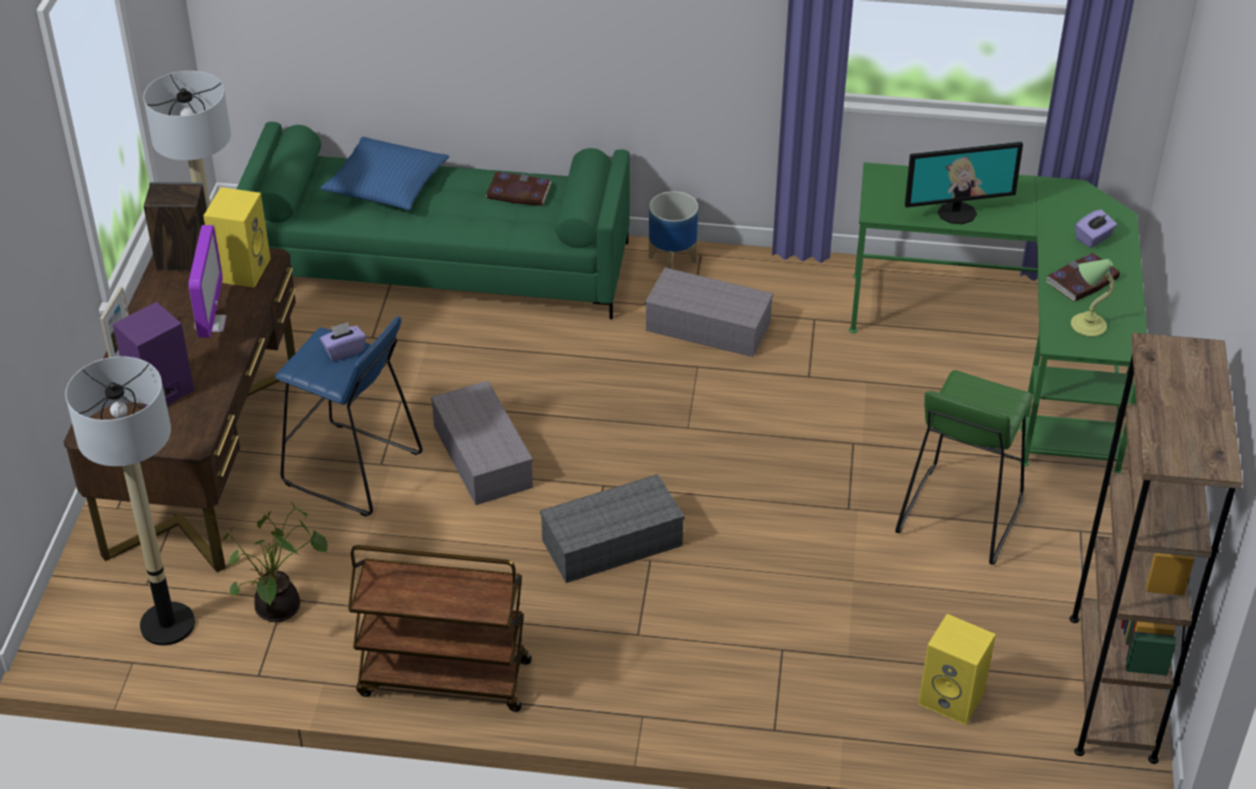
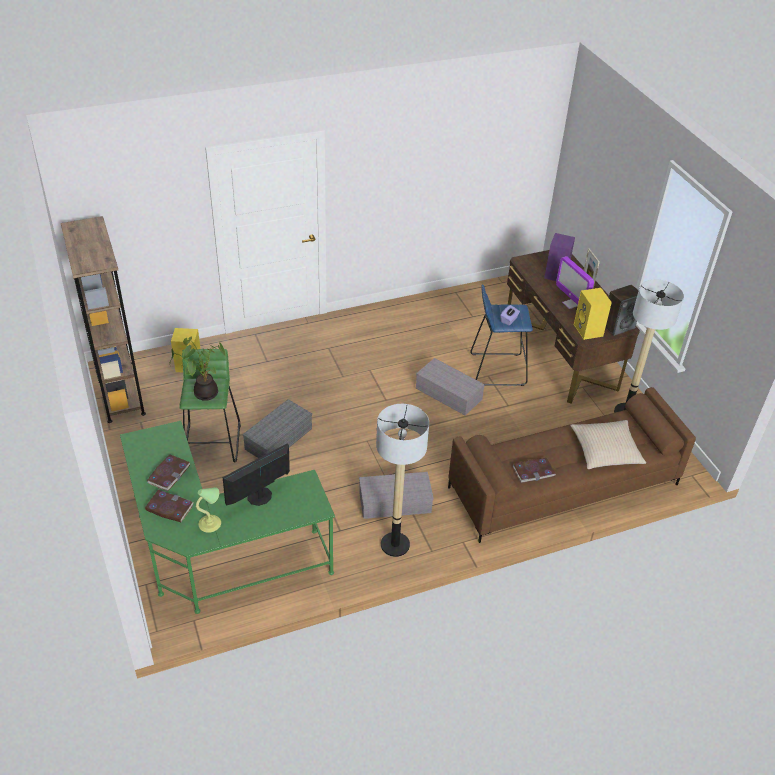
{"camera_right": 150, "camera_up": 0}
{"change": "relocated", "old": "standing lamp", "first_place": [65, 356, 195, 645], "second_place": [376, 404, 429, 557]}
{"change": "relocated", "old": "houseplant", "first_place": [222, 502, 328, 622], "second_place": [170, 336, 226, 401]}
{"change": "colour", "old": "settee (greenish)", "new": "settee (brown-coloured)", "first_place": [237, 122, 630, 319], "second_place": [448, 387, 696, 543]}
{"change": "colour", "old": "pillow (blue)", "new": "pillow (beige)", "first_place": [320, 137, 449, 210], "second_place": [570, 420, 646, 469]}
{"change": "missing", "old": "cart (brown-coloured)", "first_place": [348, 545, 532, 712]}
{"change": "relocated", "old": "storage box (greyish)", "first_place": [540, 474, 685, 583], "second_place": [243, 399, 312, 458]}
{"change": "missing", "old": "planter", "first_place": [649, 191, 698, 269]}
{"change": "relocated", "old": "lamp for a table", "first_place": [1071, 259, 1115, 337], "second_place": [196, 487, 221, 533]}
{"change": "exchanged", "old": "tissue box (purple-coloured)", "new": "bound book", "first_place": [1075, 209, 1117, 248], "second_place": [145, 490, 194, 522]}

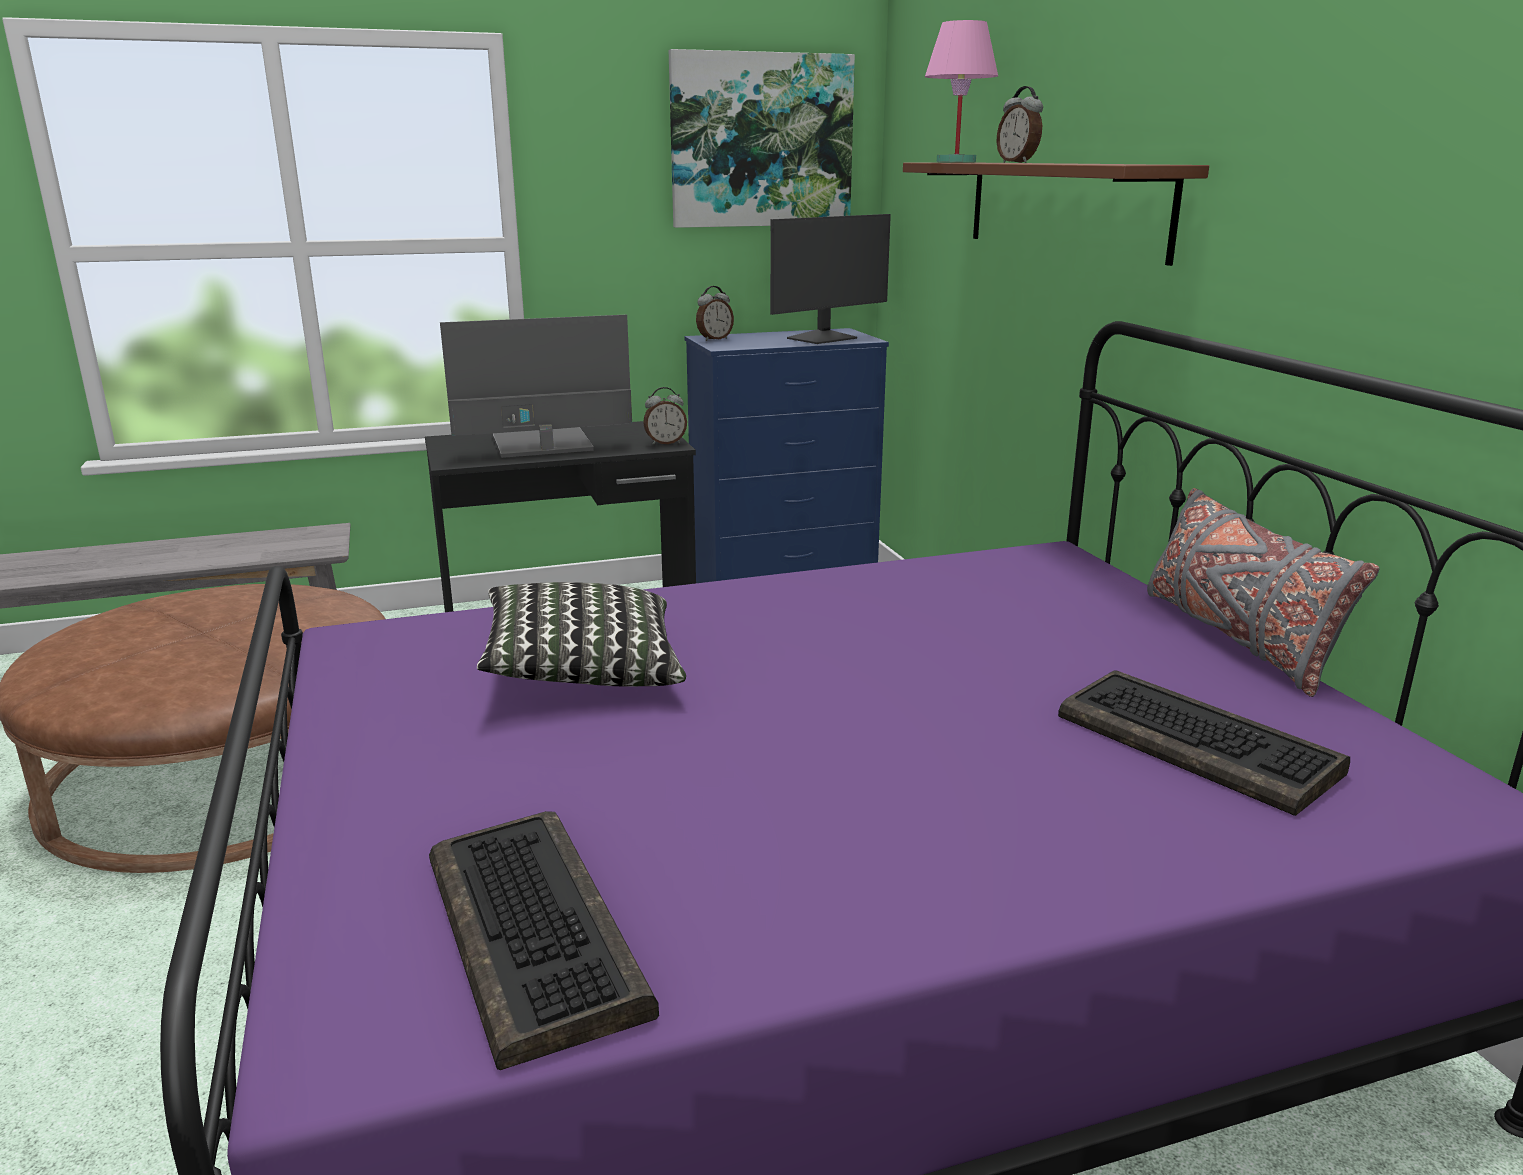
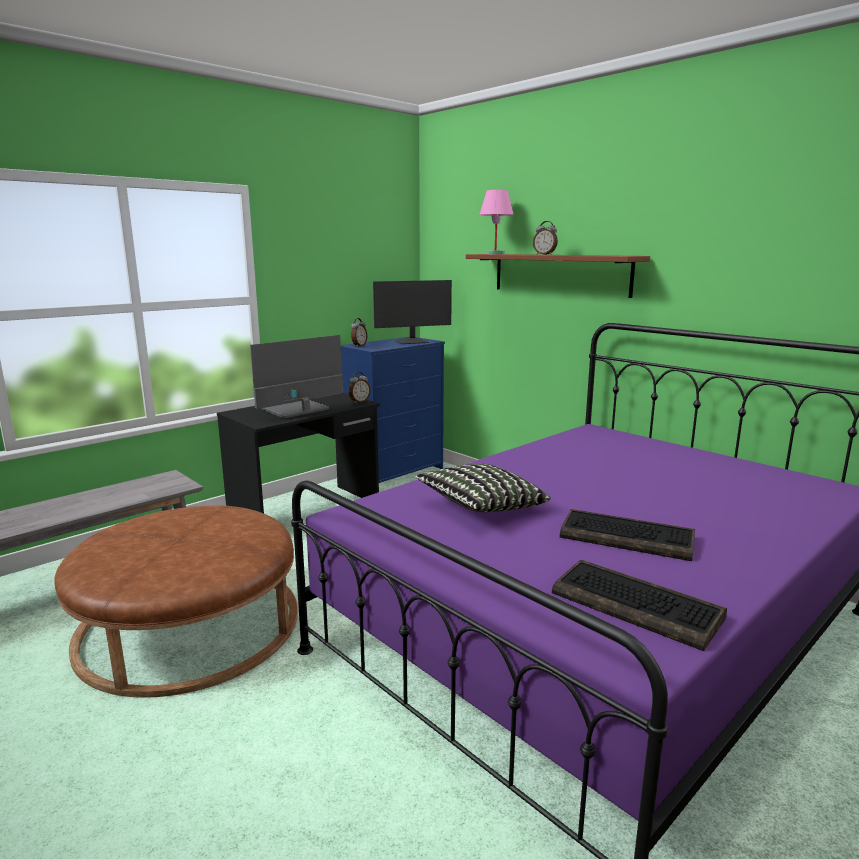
{"camera_right": -25, "camera_up": -5}
{"change": "missing", "old": "wall art", "first_place": [669, 49, 855, 228]}
{"change": "spun", "old": "computer screen", "first_place": [770, 214, 891, 344], "second_place": [373, 280, 452, 344], "degrees": 45}
{"change": "relocated", "old": "computer keyboard", "first_place": [1058, 671, 1350, 816], "second_place": [560, 509, 695, 561]}
{"change": "missing", "old": "pillow (greyish)", "first_place": [1147, 488, 1380, 697]}

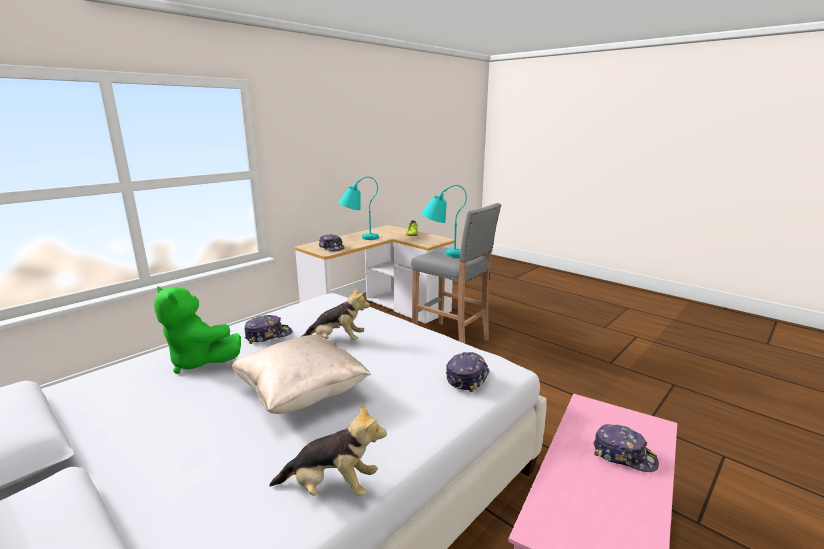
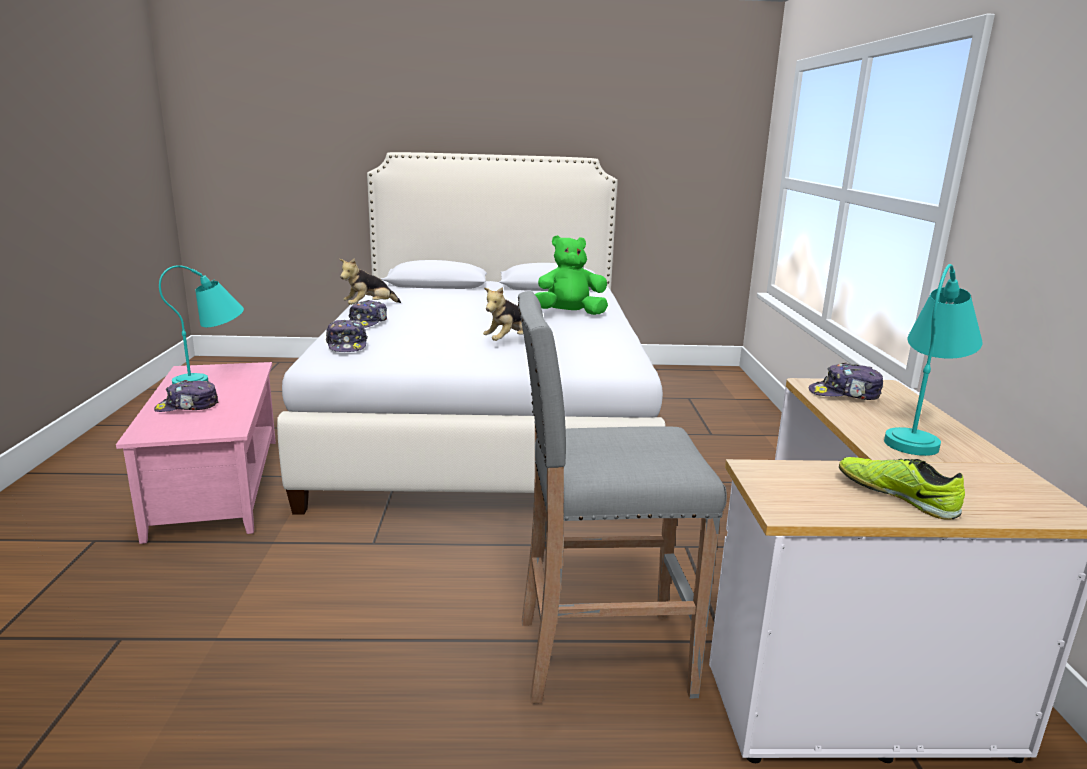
{"camera_right": 135, "camera_up": 0}
{"change": "missing", "old": "pillow (beige)", "first_place": [232, 334, 371, 414]}
{"change": "relocated", "old": "baseball cap", "first_place": [244, 315, 293, 344], "second_place": [349, 300, 387, 328]}
{"change": "relocated", "old": "lamp for a table (turquoise-coloured)", "first_place": [421, 185, 467, 257], "second_place": [159, 265, 244, 384]}

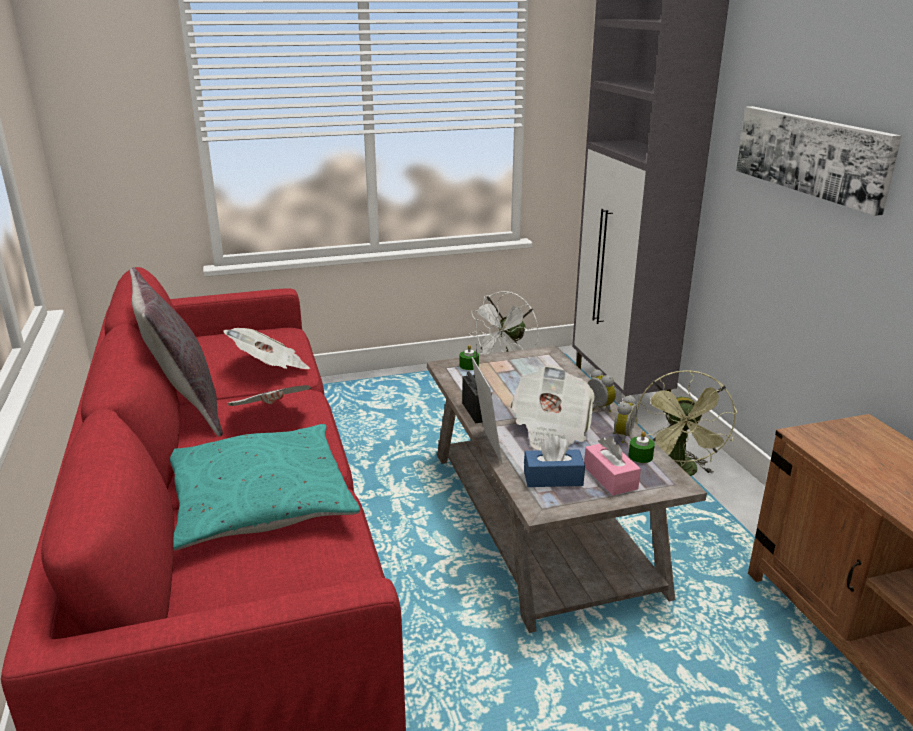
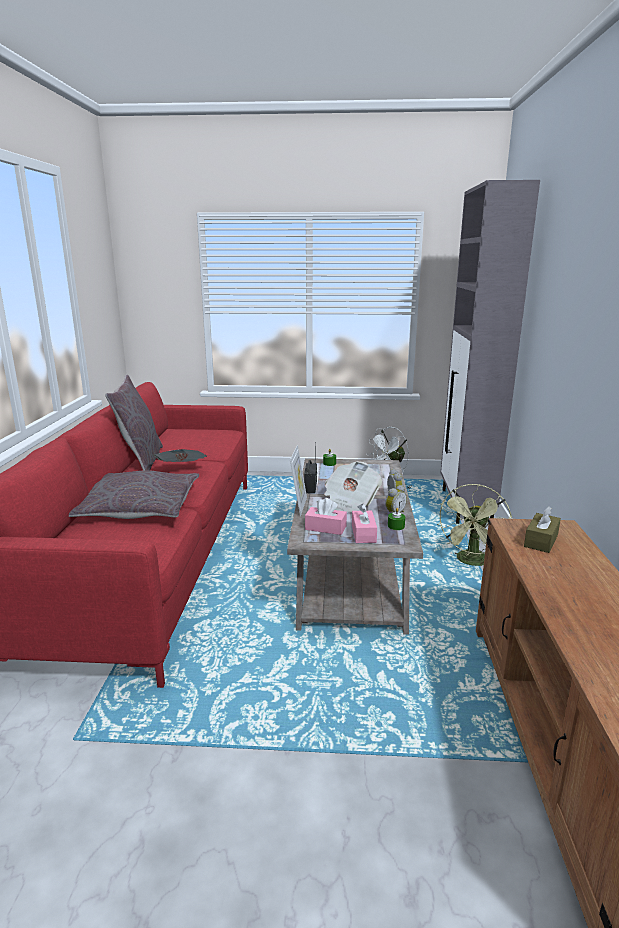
{"camera_right": 20, "camera_up": -5}
{"change": "colour", "old": "pillow (turquoise-coloured)", "new": "pillow (greyish)", "first_place": [170, 424, 360, 551], "second_place": [69, 470, 199, 519]}
{"change": "missing", "old": "printed paper", "first_place": [223, 328, 310, 369]}
{"change": "colour", "old": "tissue box (blue)", "new": "tissue box (pinkish)", "first_place": [524, 436, 585, 487], "second_place": [305, 498, 347, 535]}
{"change": "missing", "old": "wall art", "first_place": [736, 106, 902, 216]}
{"change": "appeared", "new": "tissue box (brown-coloured)", "second_place": [524, 506, 561, 553]}

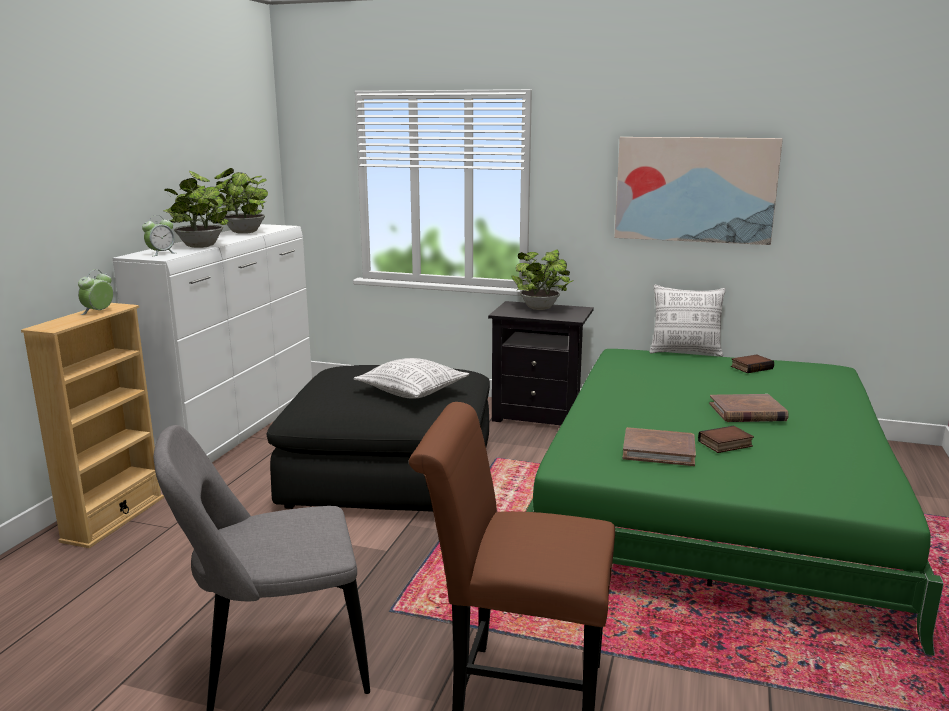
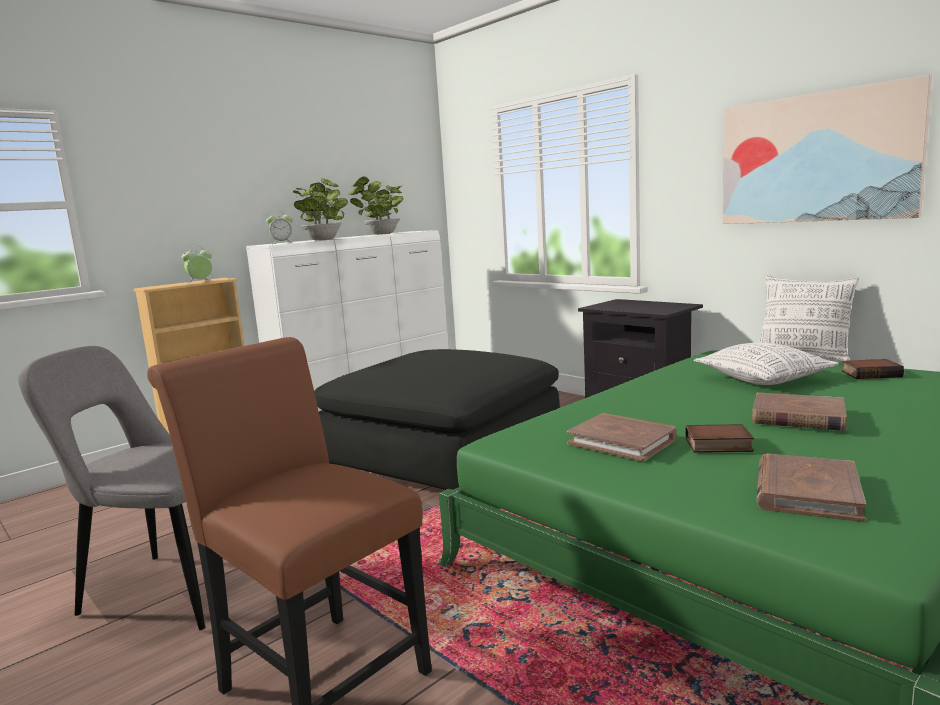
{"camera_right": 30, "camera_up": -5}
{"change": "relocated", "old": "pillow", "first_place": [354, 358, 469, 399], "second_place": [694, 343, 839, 385]}
{"change": "missing", "old": "houseplant", "first_place": [511, 249, 574, 310]}
{"change": "appeared", "new": "bound book (brown-coloured)", "second_place": [757, 454, 866, 522]}

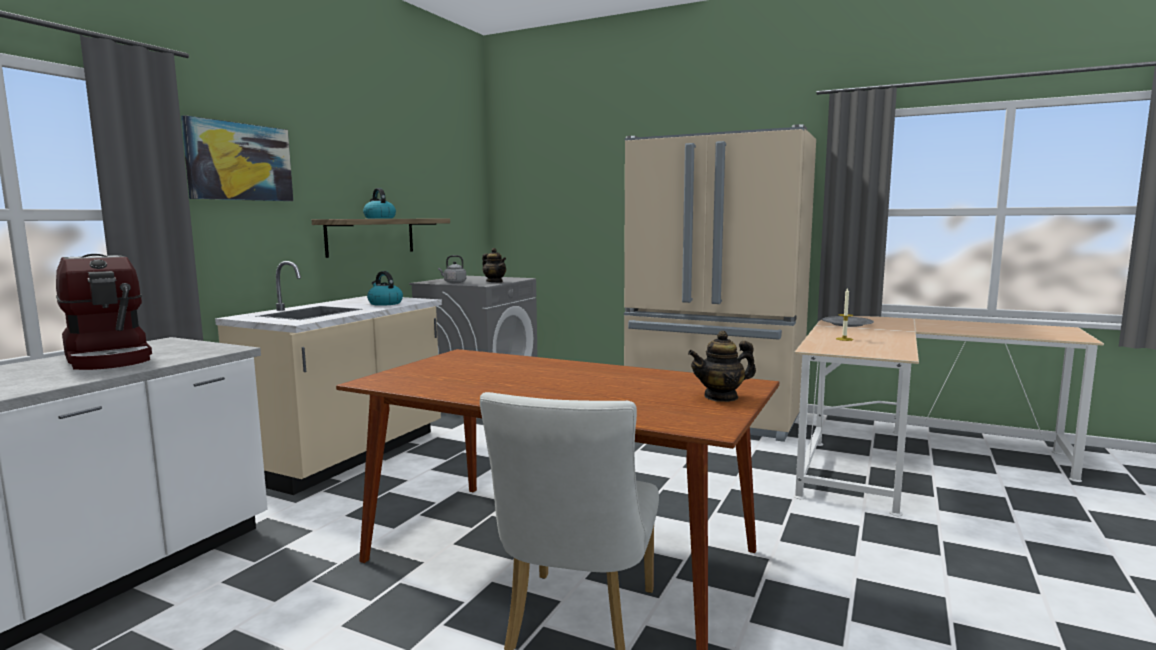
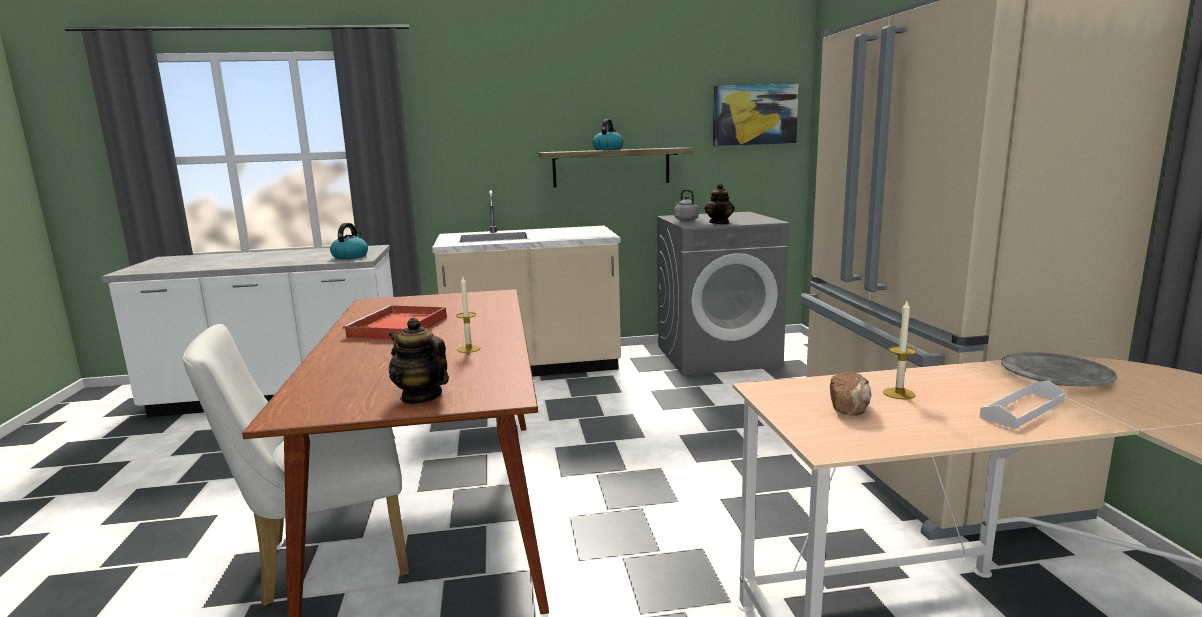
{"camera_right": 55, "camera_up": 5}
{"change": "missing", "old": "coffee machine", "first_place": [56, 254, 152, 370]}
{"change": "relocated", "old": "wall art", "first_place": [181, 115, 293, 201], "second_place": [713, 84, 799, 146]}
{"change": "relocated", "old": "tea kettle", "first_place": [367, 271, 403, 306], "second_place": [330, 223, 368, 259]}
{"change": "appeared", "new": "carrying tray (red-coloured)", "second_place": [342, 305, 447, 340]}
{"change": "appeared", "new": "candle", "second_place": [456, 277, 480, 353]}
{"change": "appeared", "new": "baked bread", "second_place": [830, 372, 871, 416]}
{"change": "appeared", "new": "carrying tray (white-coloured)", "second_place": [979, 380, 1065, 429]}

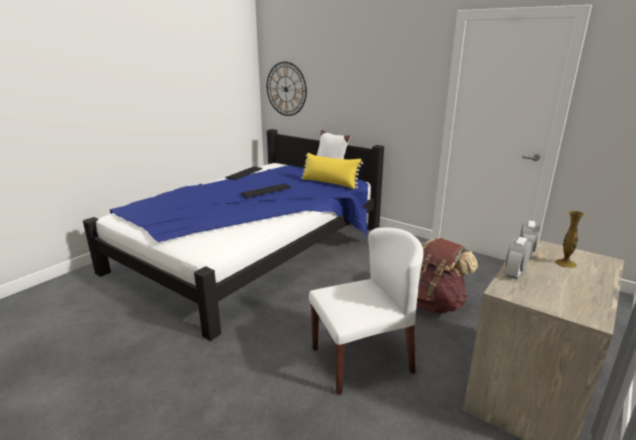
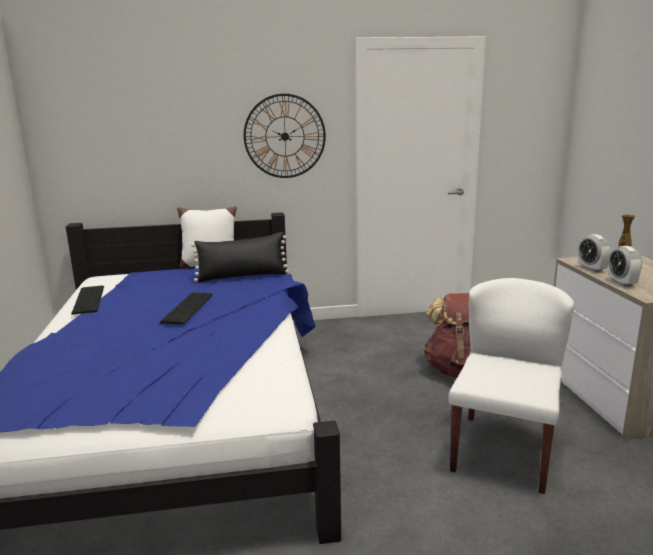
{"camera_right": -45, "camera_up": -5}
{"change": "relocated", "old": "clock on the wall", "first_place": [267, 62, 307, 116], "second_place": [244, 94, 326, 178]}
{"change": "colour", "old": "pillow (yellow-coloured)", "new": "pillow (blackish)", "first_place": [301, 153, 363, 189], "second_place": [191, 232, 289, 282]}

